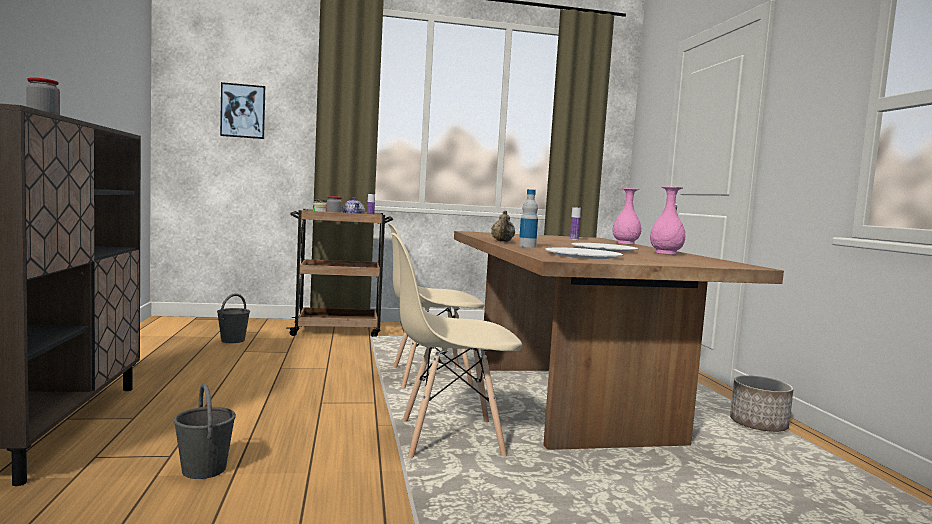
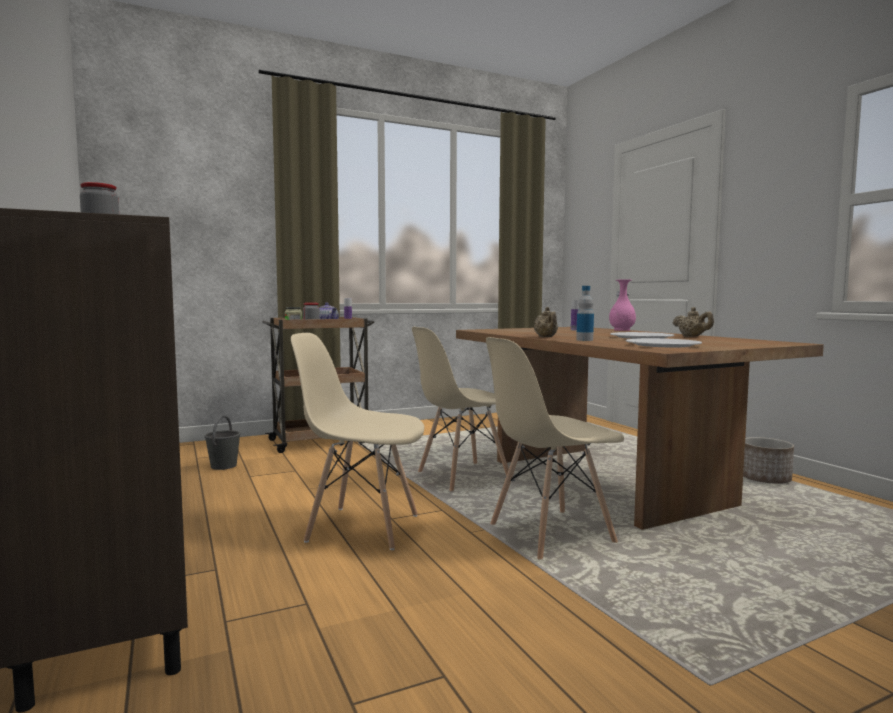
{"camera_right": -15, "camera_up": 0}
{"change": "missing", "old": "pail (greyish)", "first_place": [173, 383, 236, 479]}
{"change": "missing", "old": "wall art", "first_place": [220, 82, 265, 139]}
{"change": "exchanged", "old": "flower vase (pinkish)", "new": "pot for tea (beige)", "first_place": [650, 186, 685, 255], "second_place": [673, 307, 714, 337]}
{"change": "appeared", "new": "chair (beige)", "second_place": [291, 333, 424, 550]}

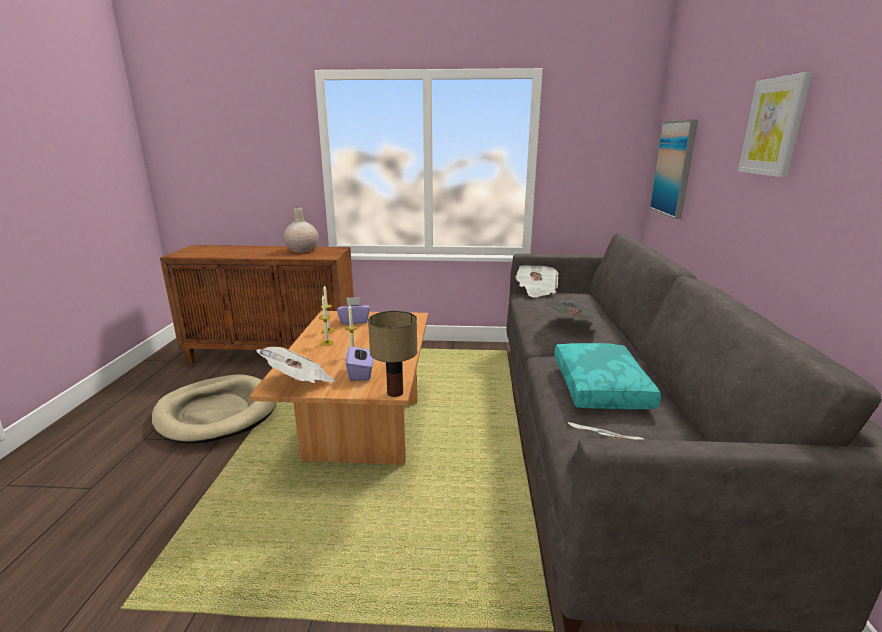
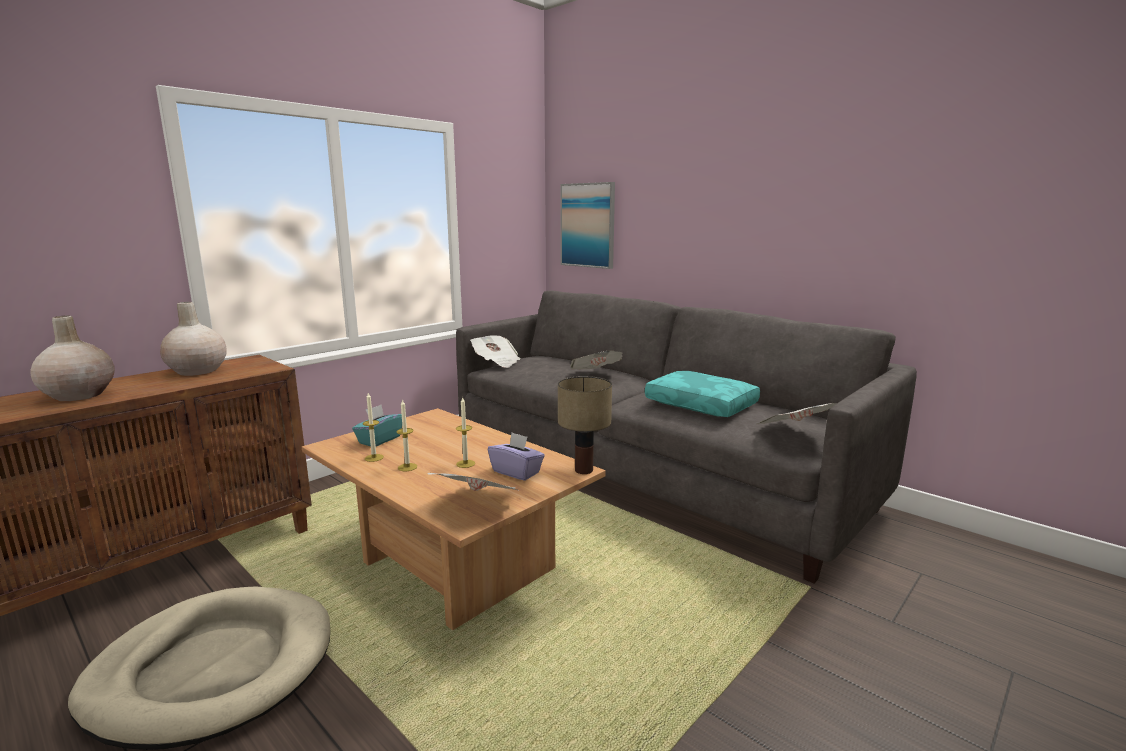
{"camera_right": -50, "camera_up": -5}
{"change": "colour", "old": "tissue box (purple-coloured)", "new": "tissue box (turquoise-coloured)", "first_place": [337, 297, 370, 324], "second_place": [352, 405, 402, 446]}
{"change": "missing", "old": "wall art", "first_place": [738, 72, 813, 177]}
{"change": "appeared", "new": "flower vase (beige)", "second_place": [31, 315, 115, 401]}

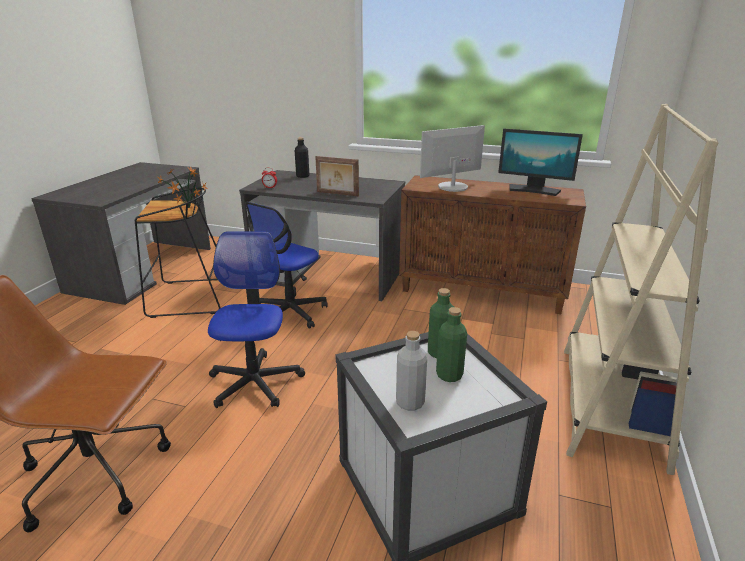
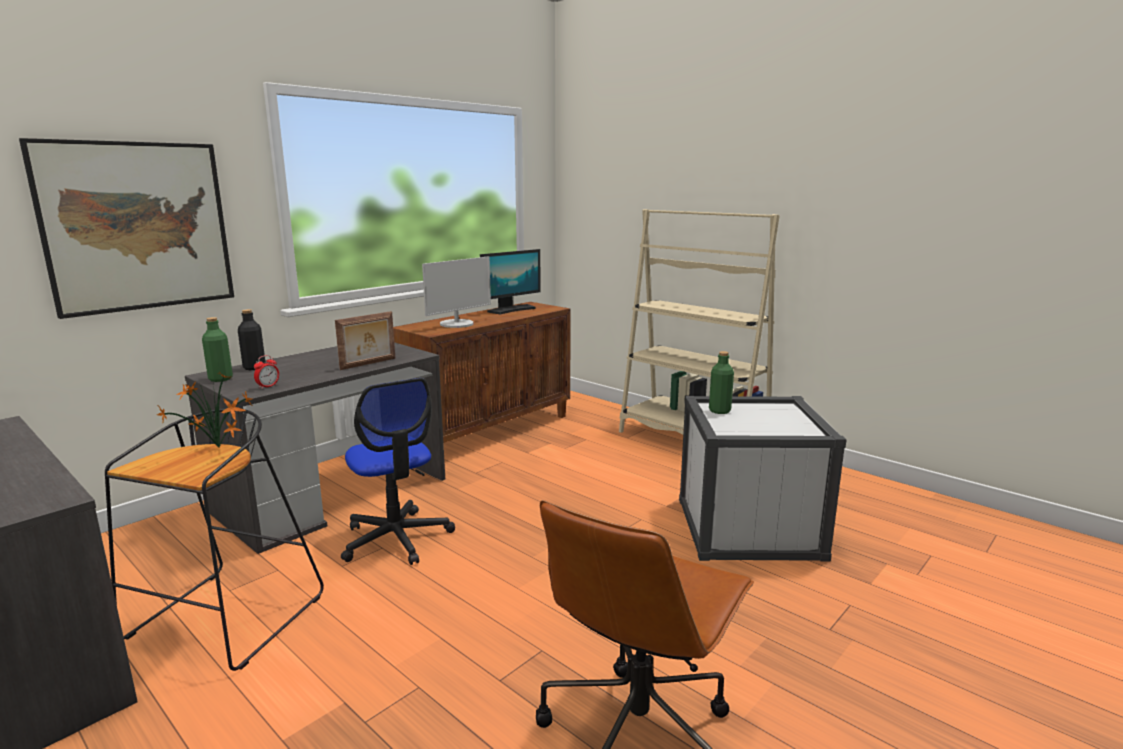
{"camera_right": -65, "camera_up": -10}
{"change": "missing", "old": "desk chair", "first_place": [208, 231, 305, 408]}
{"change": "missing", "old": "beverage bottle (greyish)", "first_place": [396, 331, 427, 411]}
{"change": "spun", "old": "computer screen", "first_place": [420, 125, 485, 192], "second_place": [422, 256, 491, 328], "degrees": -135}
{"change": "relocated", "old": "beverage bottle (greenish)", "first_place": [436, 307, 467, 382], "second_place": [202, 317, 233, 382]}
{"change": "appeared", "new": "wall art", "second_place": [19, 138, 234, 319]}

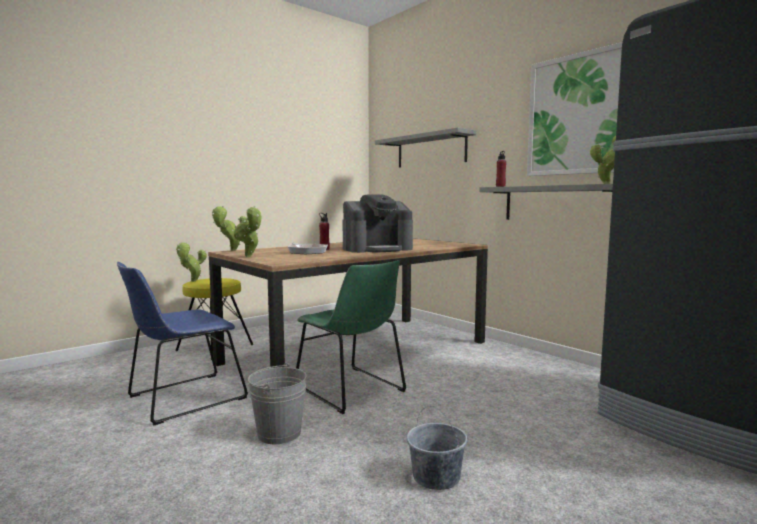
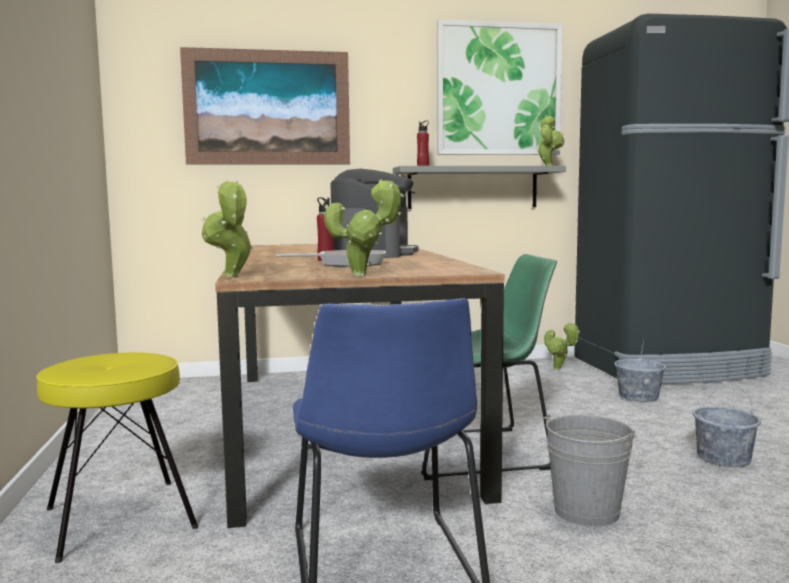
{"camera_right": -60, "camera_up": 0}
{"change": "relocated", "old": "houseplant", "first_place": [176, 242, 207, 282], "second_place": [544, 321, 580, 370]}
{"change": "exchanged", "old": "bracket shelf (greyish)", "new": "wall art", "first_place": [375, 128, 477, 167], "second_place": [180, 47, 350, 164]}
{"change": "appeared", "new": "pail (greyish)", "second_place": [614, 339, 666, 402]}

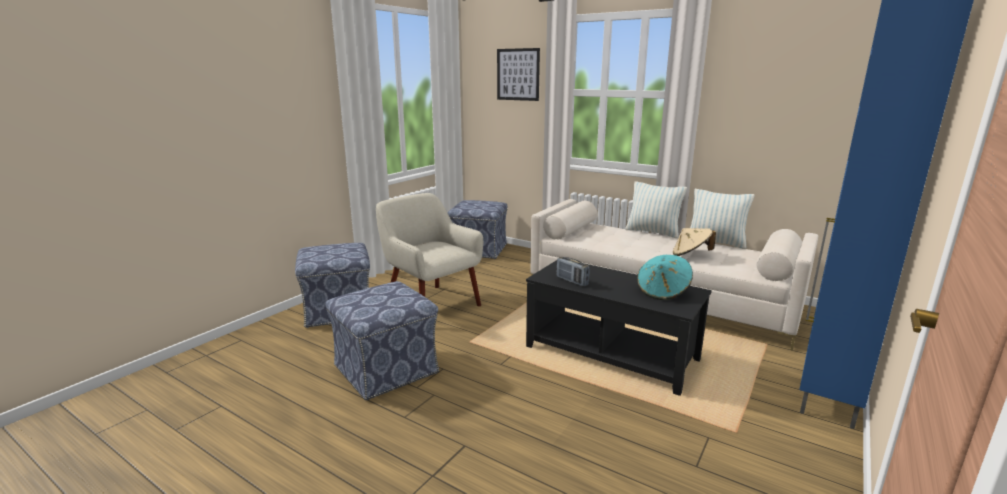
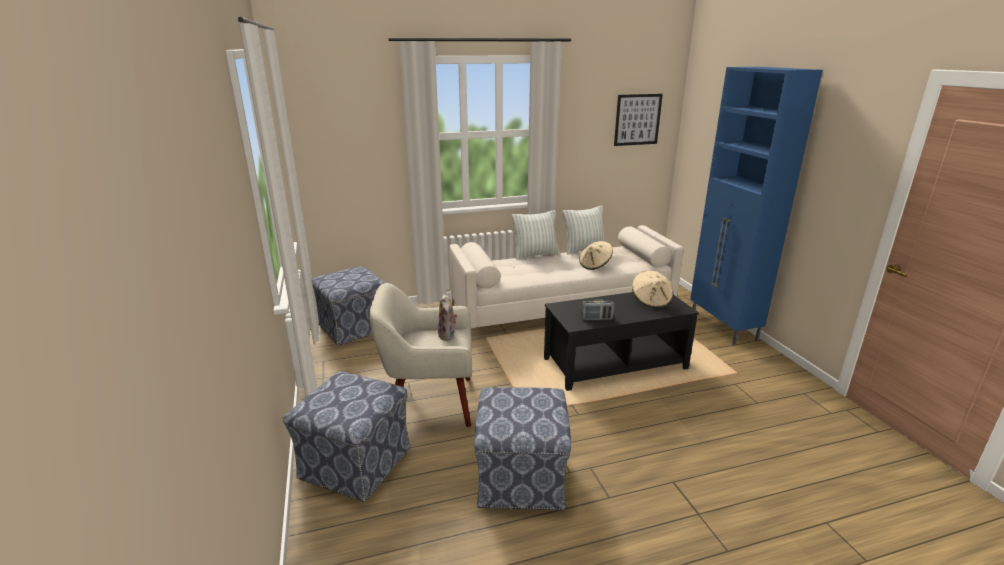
{"camera_right": -50, "camera_up": 5}
{"change": "relocated", "old": "wall art", "first_place": [497, 48, 540, 101], "second_place": [614, 94, 663, 146]}
{"change": "colour", "old": "hat (turquoise-coloured)", "new": "hat (beige)", "first_place": [637, 255, 693, 300], "second_place": [632, 271, 673, 308]}
{"change": "appeared", "new": "cuddly toy", "second_place": [438, 294, 458, 341]}

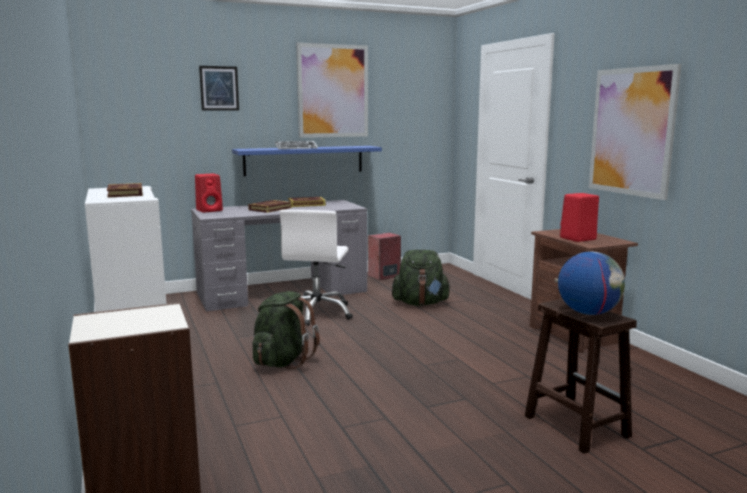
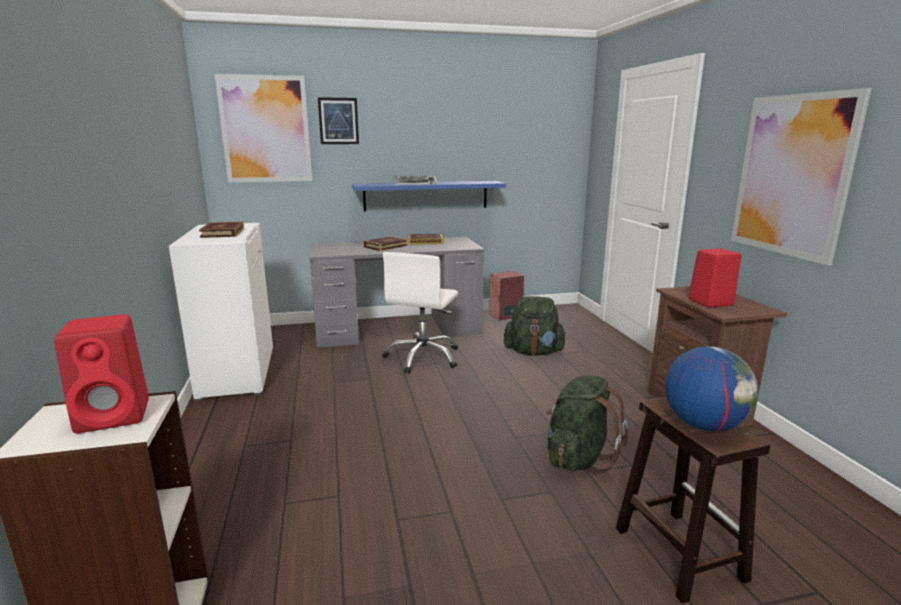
{"camera_right": 10, "camera_up": 5}
{"change": "relocated", "old": "speaker (red-coloured)", "first_place": [195, 174, 223, 213], "second_place": [54, 314, 149, 433]}
{"change": "relocated", "old": "knapsack (greenish)", "first_place": [252, 291, 320, 369], "second_place": [546, 376, 628, 475]}
{"change": "relocated", "old": "wall art", "first_place": [296, 43, 368, 138], "second_place": [215, 74, 312, 182]}

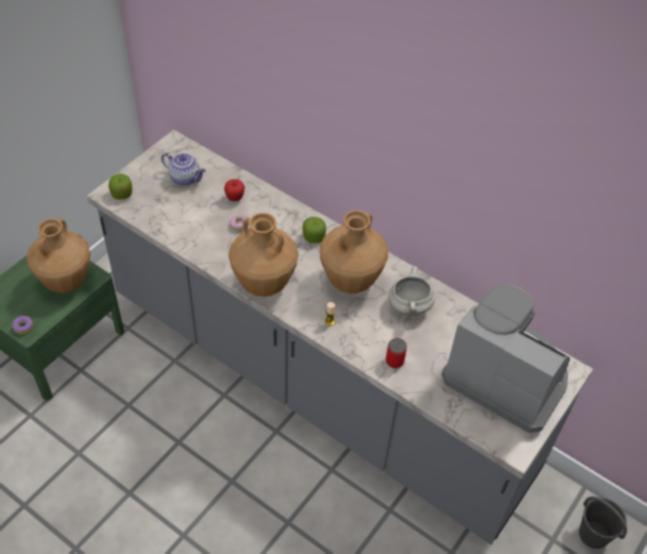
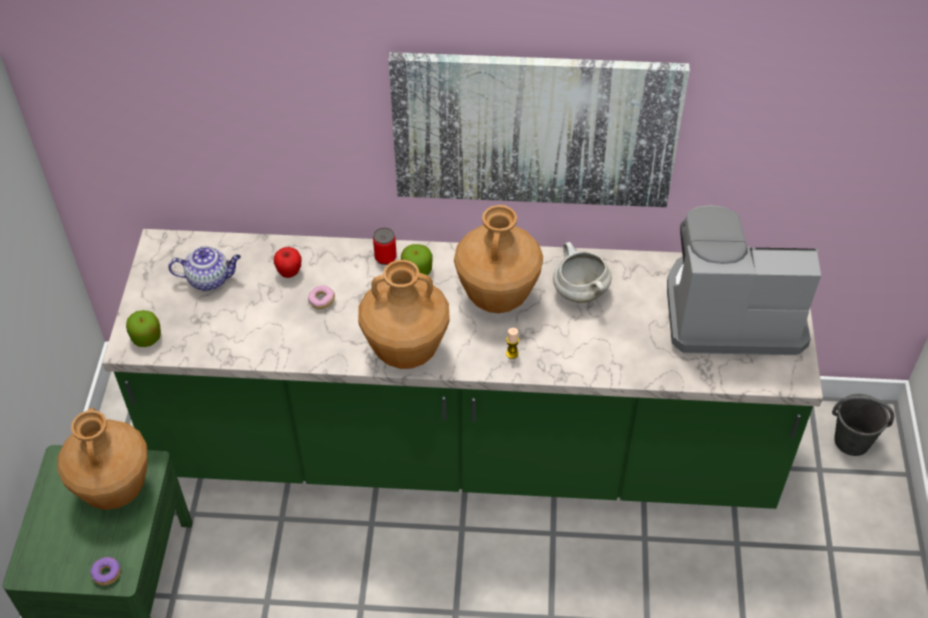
{"camera_right": -30, "camera_up": 0}
{"change": "colour", "old": "counter (greyish)", "new": "counter (greenish)", "first_place": [87, 130, 593, 545], "second_place": [102, 229, 823, 509]}
{"change": "relocated", "old": "can", "first_place": [386, 338, 407, 368], "second_place": [373, 227, 397, 265]}
{"change": "appeared", "new": "wall art", "second_place": [389, 52, 690, 207]}

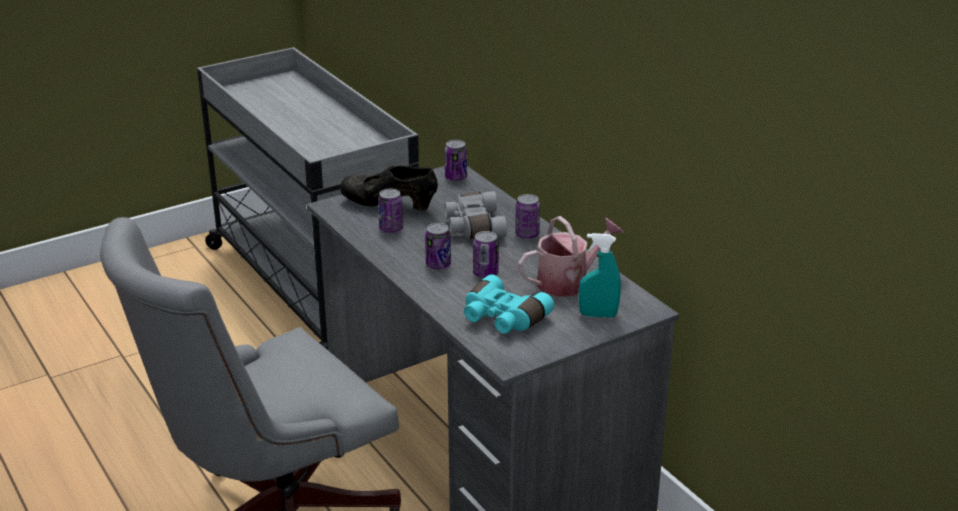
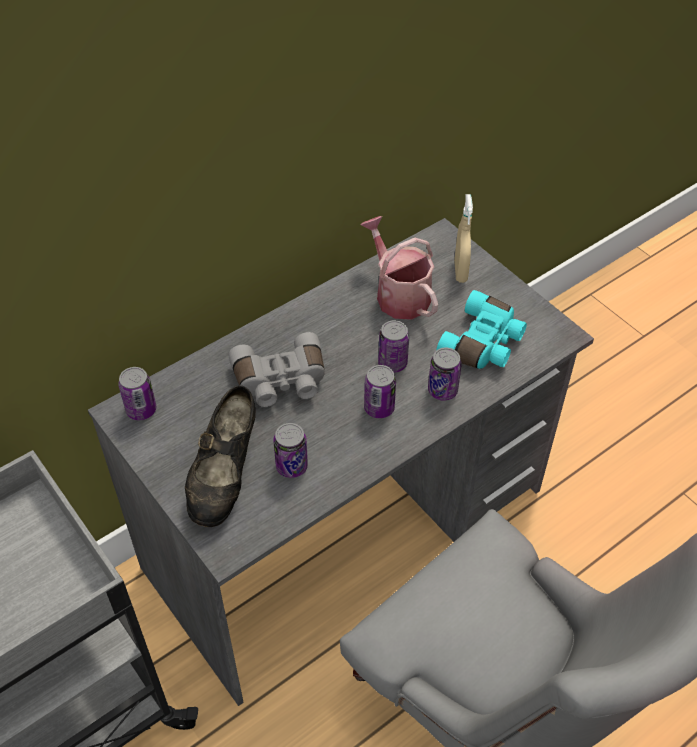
{"camera_right": -95, "camera_up": 20}
{"change": "relocated", "old": "can", "first_place": [515, 194, 540, 239], "second_place": [428, 348, 462, 401]}
{"change": "colour", "old": "spray bottle (turquoise-coloured)", "new": "spray bottle (beige)", "first_place": [579, 233, 621, 318], "second_place": [454, 194, 473, 283]}

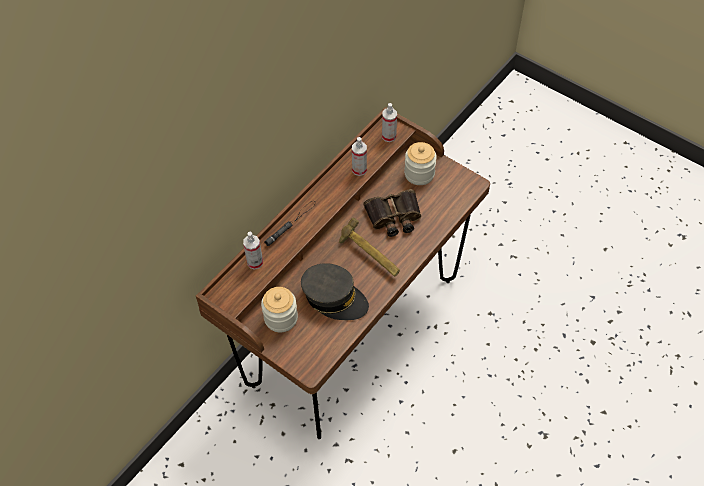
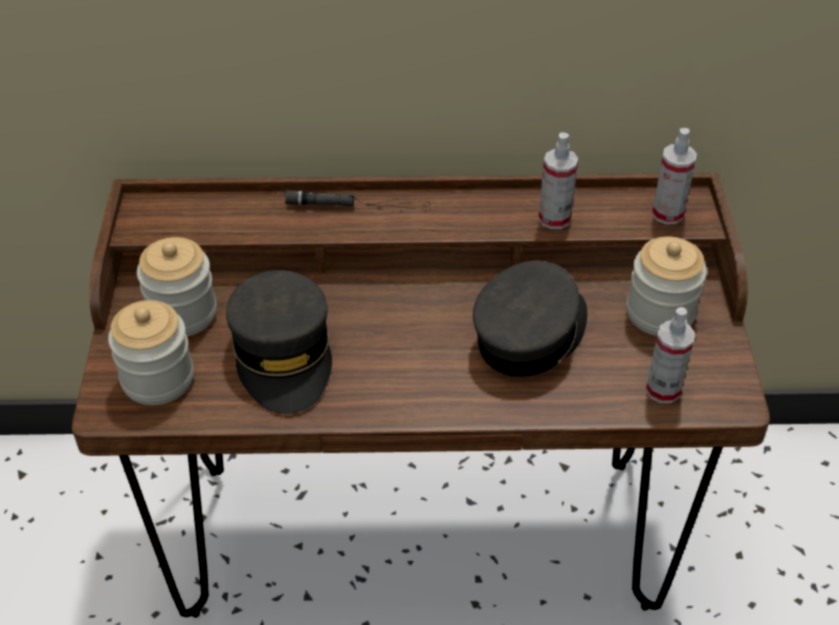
{"camera_right": 50, "camera_up": -10}
{"change": "relocated", "old": "spray bottle", "first_place": [243, 232, 263, 270], "second_place": [645, 307, 695, 403]}
{"change": "missing", "old": "tool hammer", "first_place": [339, 218, 400, 276]}
{"change": "exchanged", "old": "field glasses", "new": "baseball cap (greyish)", "first_place": [363, 189, 421, 237], "second_place": [473, 261, 587, 377]}
{"change": "appeared", "new": "preserve jar", "second_place": [108, 300, 194, 405]}

